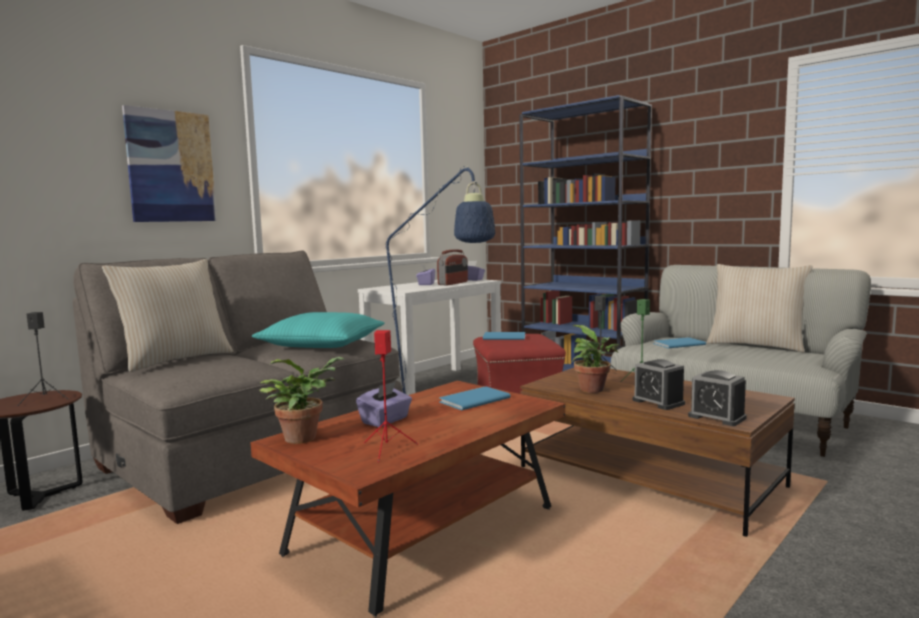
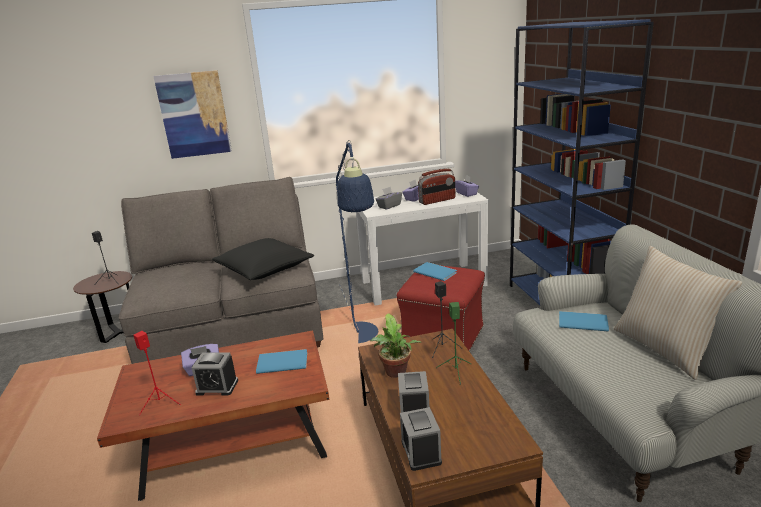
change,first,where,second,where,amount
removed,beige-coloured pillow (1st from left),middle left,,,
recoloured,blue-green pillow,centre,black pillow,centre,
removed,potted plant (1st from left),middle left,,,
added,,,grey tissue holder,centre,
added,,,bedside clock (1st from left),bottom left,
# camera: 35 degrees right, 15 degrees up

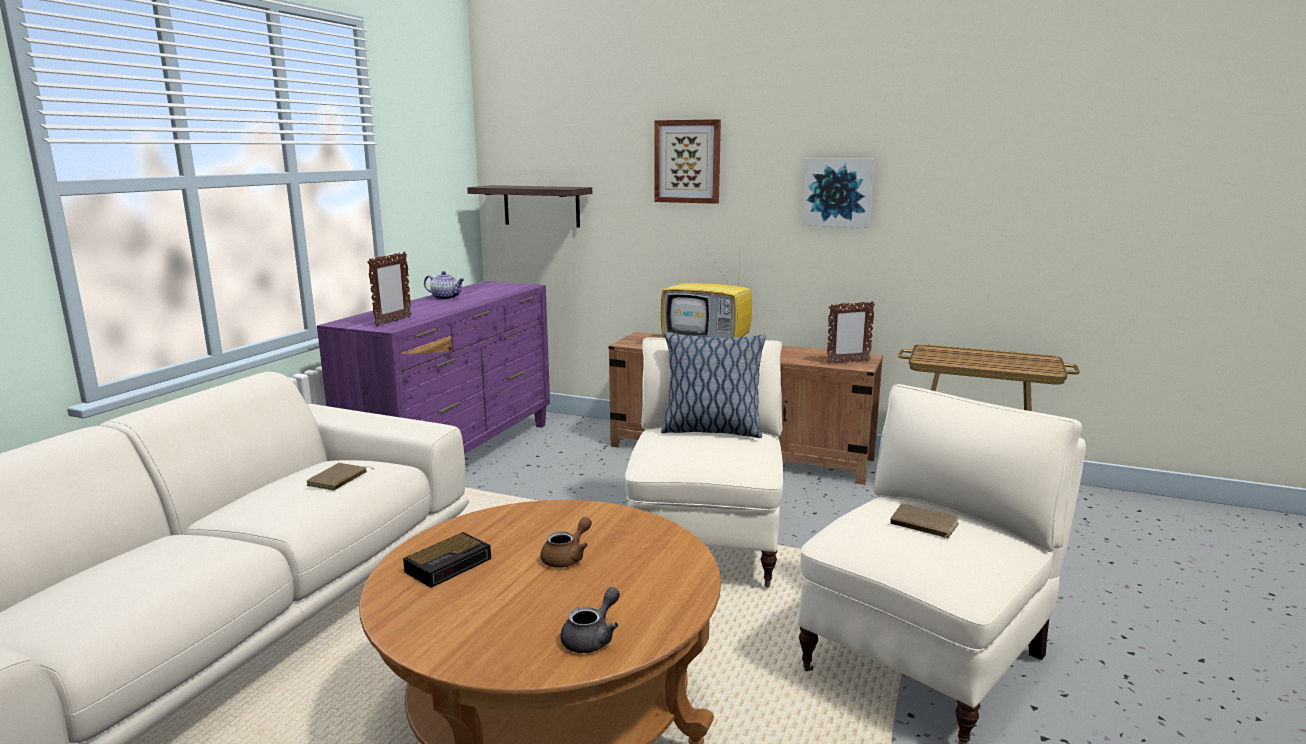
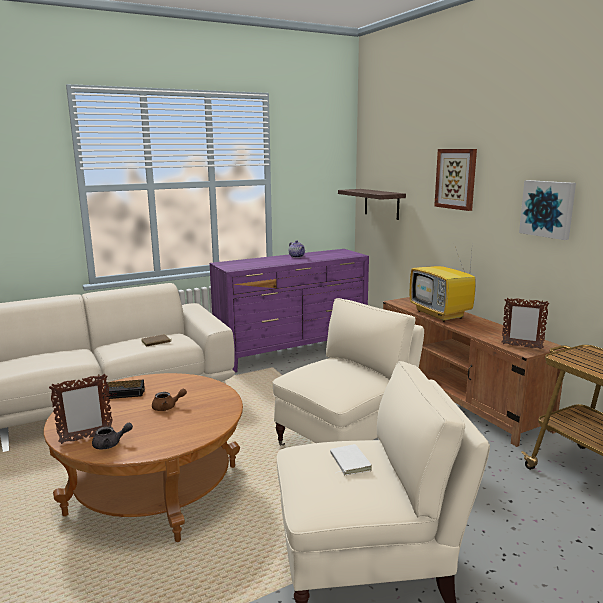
change,first,where,second,where,amount
moved,picture frame (1st from left),middle left,,bottom left,
removed,pillow,centre,,,
recoloured,brown book (2nd from left),bottom right,white-coloured book,bottom centre,
# camera: 40 degrees right, 0 degrees up

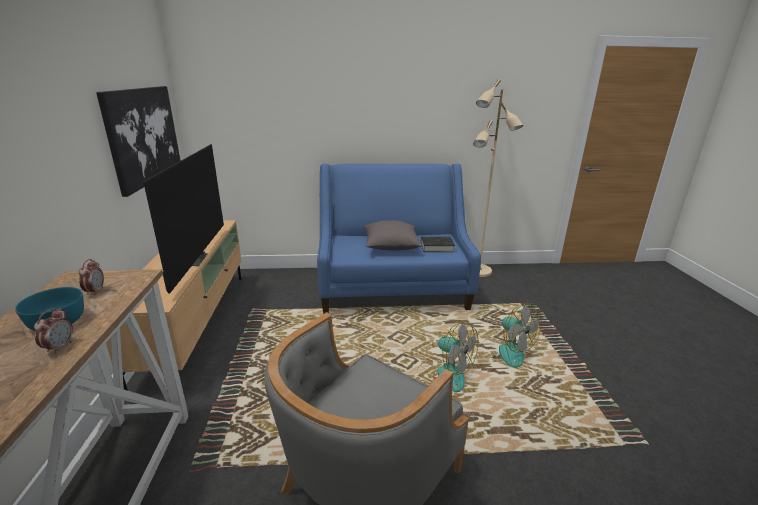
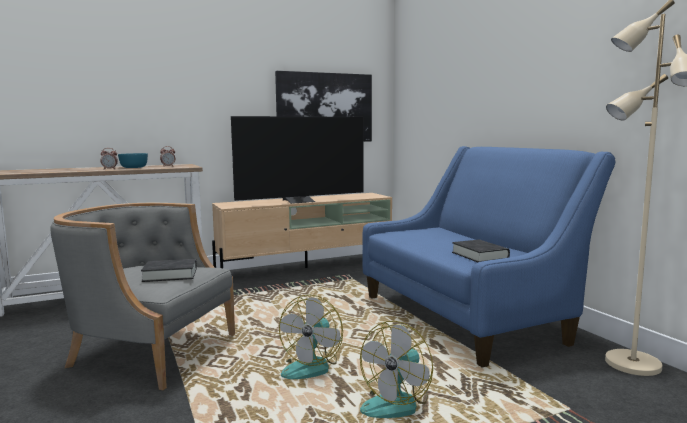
change,first,where,second,where,amount
removed,grey pillow,centre,,,
added,,,black book (1st from left),middle left,
# camera: 70 degrees right, 15 degrees down

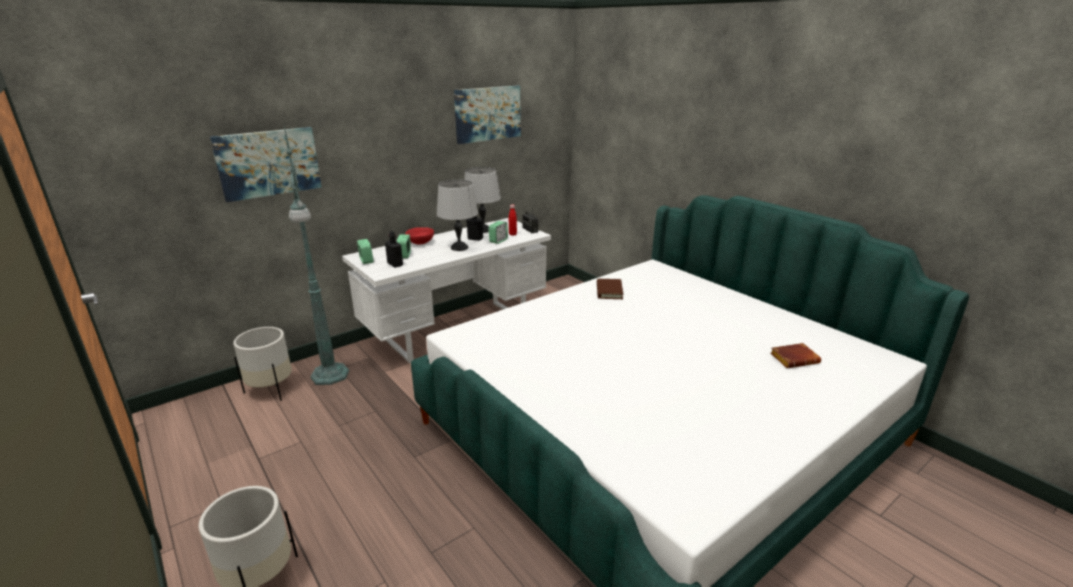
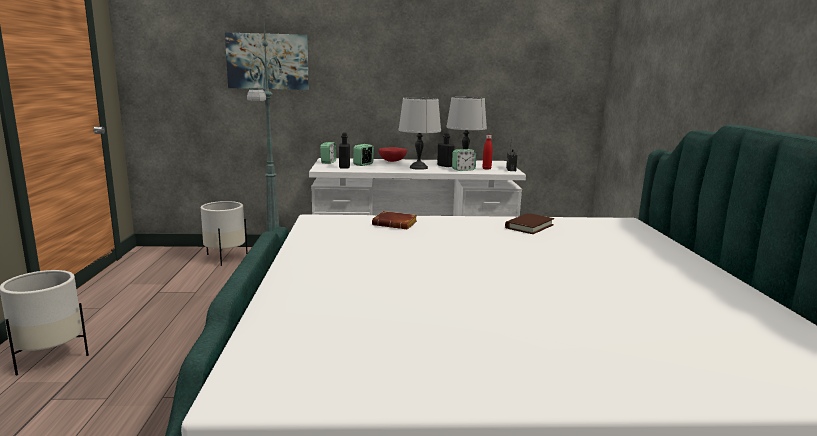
change,first,where,second,where,amount
removed,wall picture (2nd from left),top centre,,,
moved,brown book (2nd from left in the first image),middle right,brown book (1st from left),centre,
# camera: 35 degrees right, 10 degrees down

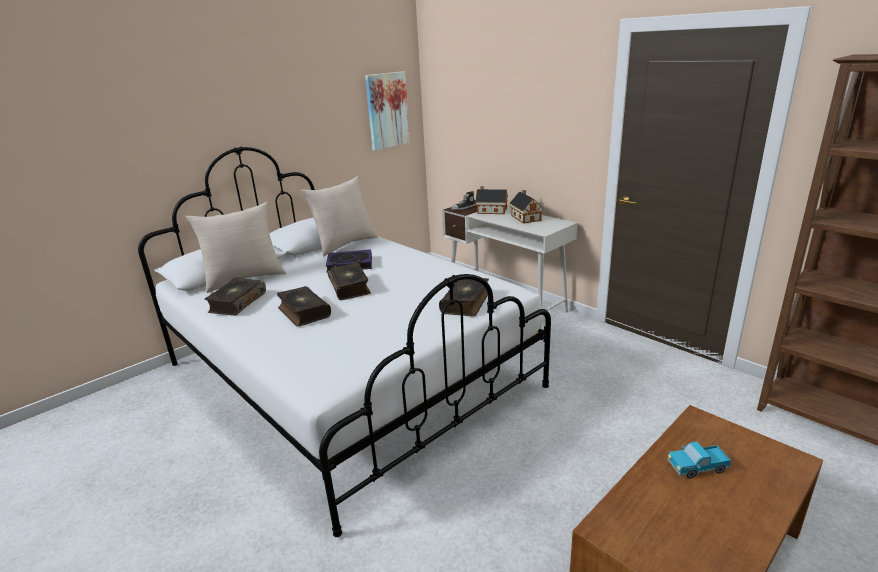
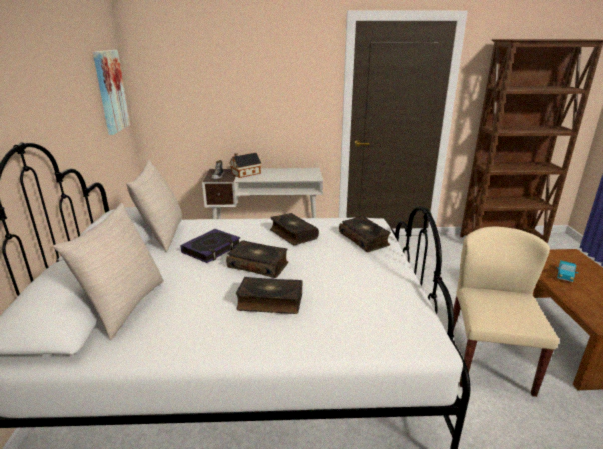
change,first,where,second,where,amount
removed,model house (2nd from left),centre,,,
moved,book (1st from left in the first image),middle left,book (4th from left),centre,
added,,,beige-coloured chair,bottom right,
# camera: 50 degrees left, 0 degrees up

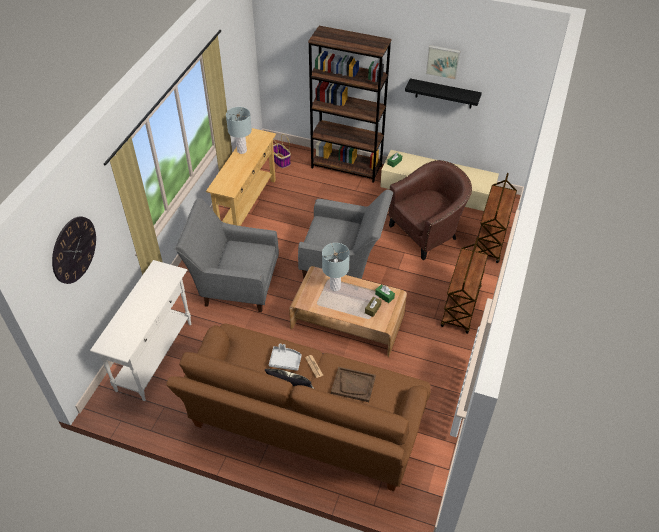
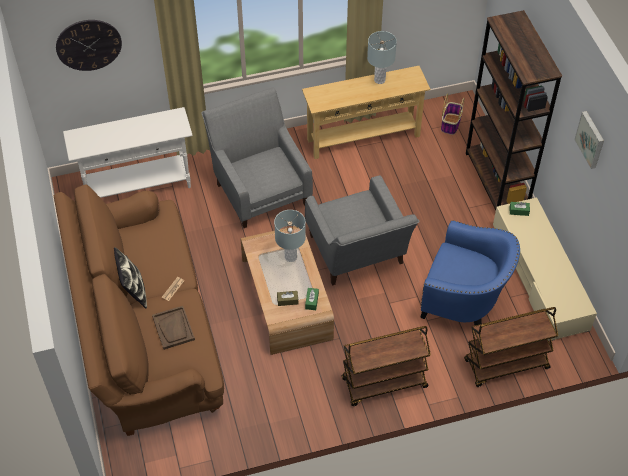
change,first,where,second,where,amount
removed,black wall shelf,top right,,,
recoloured,brown lounge chair,centre,blue-coloured lounge chair,middle right,
removed,grey tray,bottom centre,,,
# camera: 55 degrees right, 5 degrees up

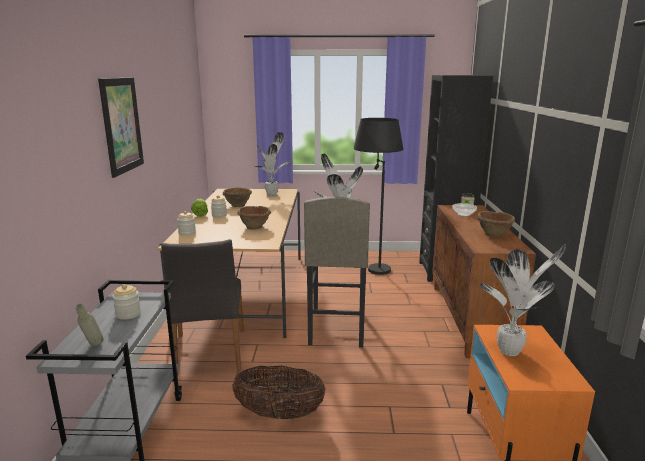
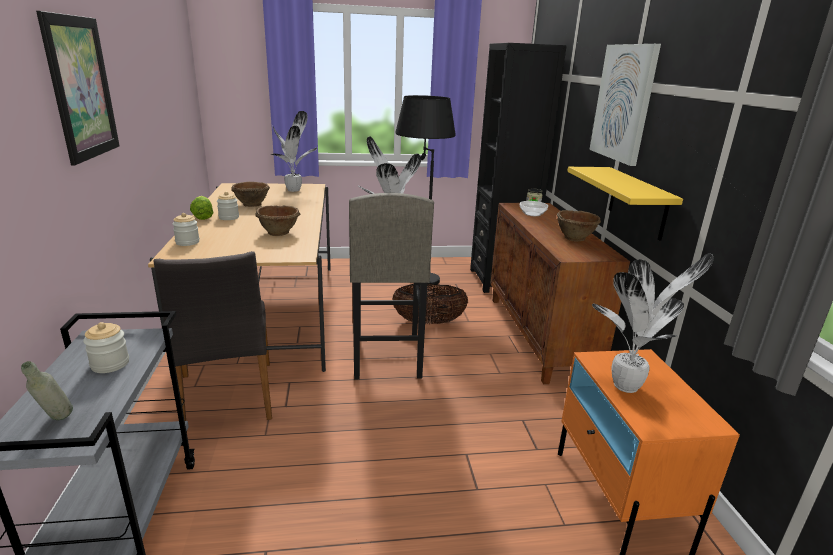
change,first,where,second,where,amount
moved,storage basket,bottom centre,,centre,
added,,,wall picture (2nd from left),top right,
added,,,yellow wall shelf,middle right,
# camera: 10 degrees left, 5 degrees up

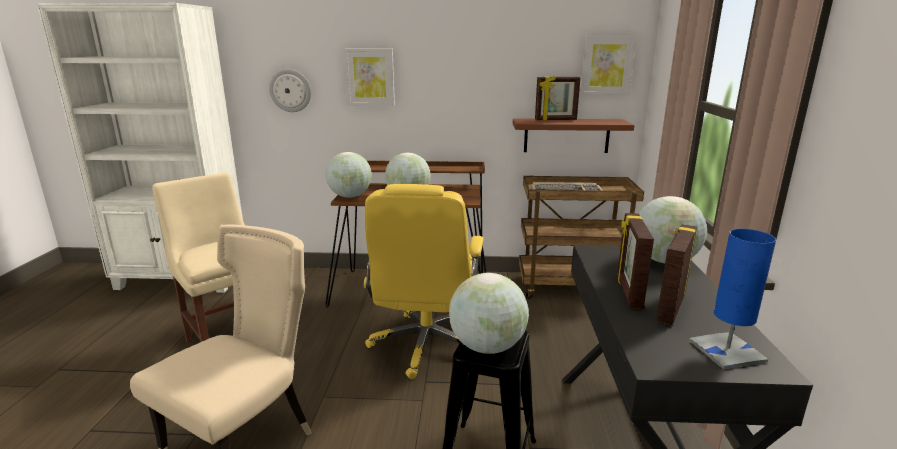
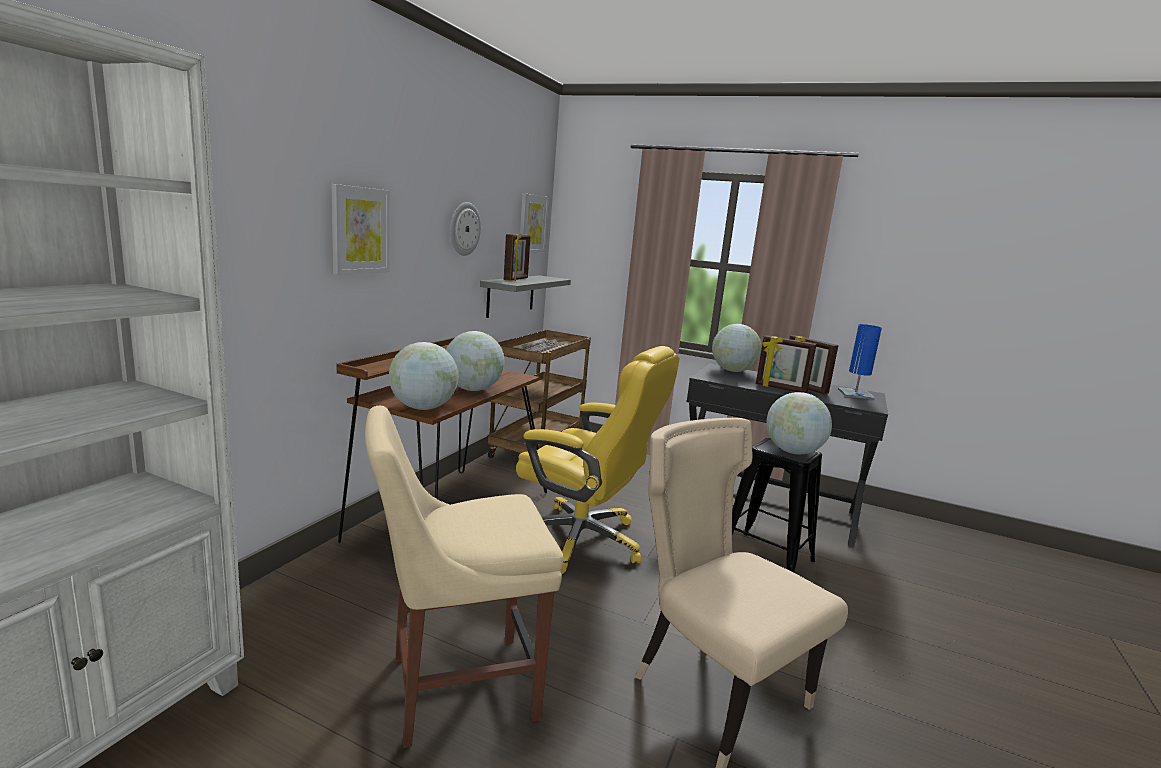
change,first,where,second,where,amount
moved,wall clock,top left,,top centre,
recoloured,brown wall shelf,top centre,grey wall shelf,centre,
# camera: 70 degrees left, 5 degrees down

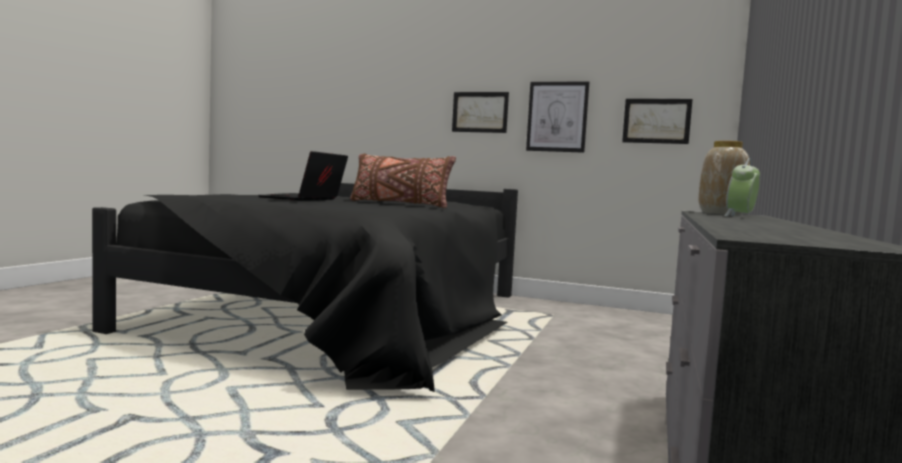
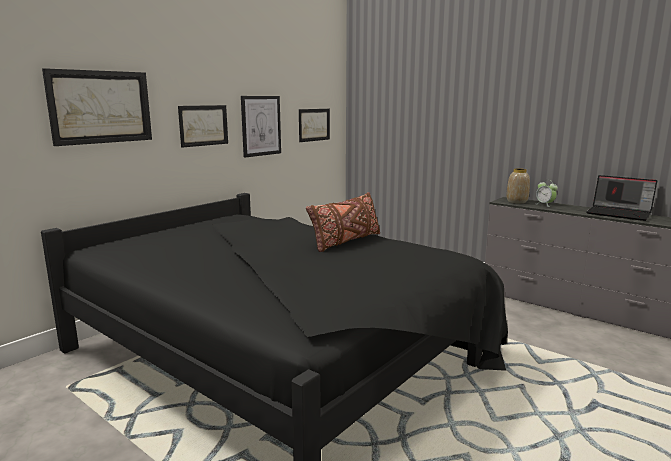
change,first,where,second,where,amount
moved,laptop,centre,,middle right,
added,,,wall picture (1st from left),top left,
# camera: 70 degrees left, 10 degrees up

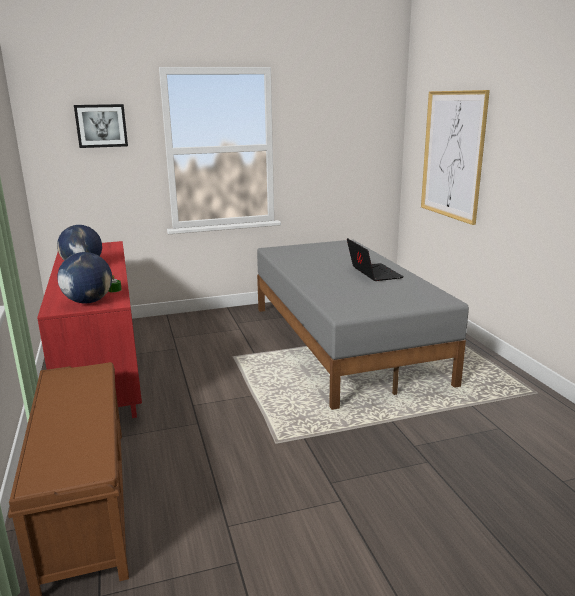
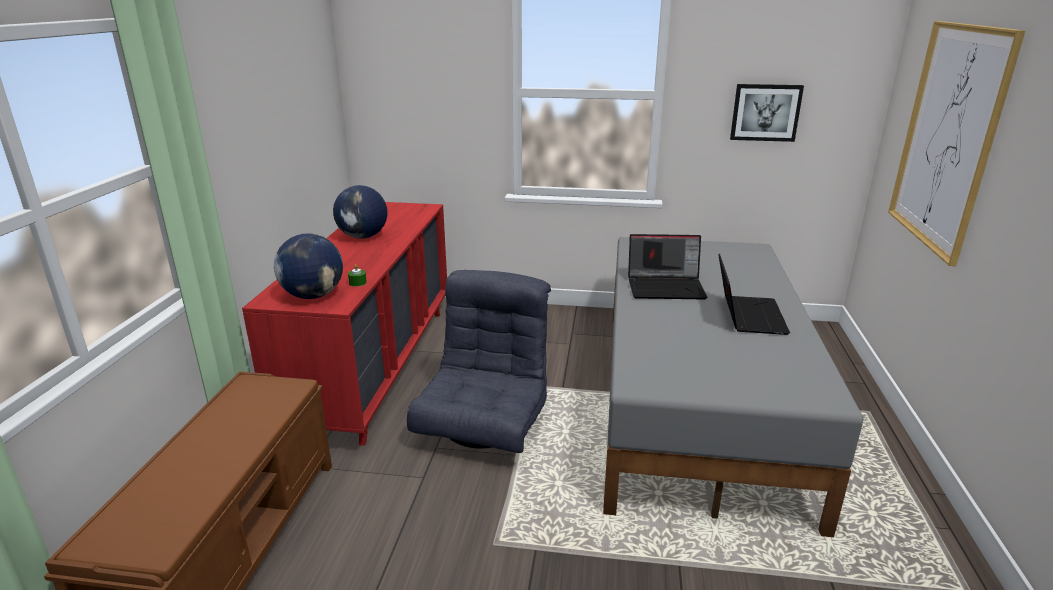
change,first,where,second,where,amount
moved,wall picture (1st from left),top left,,top right,
added,,,laptop (1st from left),centre,
added,,,grey lounge chair,centre,
# camera: 25 degrees right, 5 degrees up

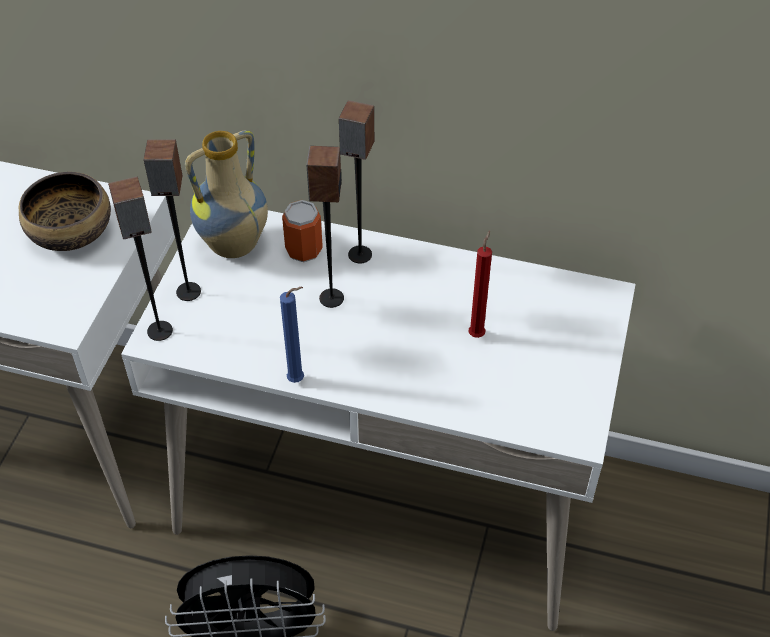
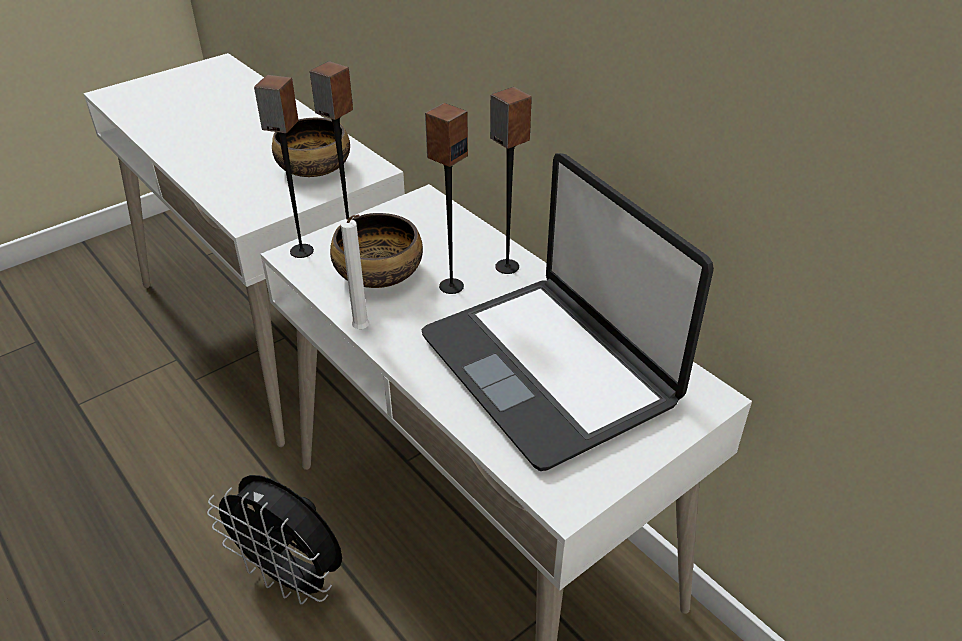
change,first,where,second,where,amount
removed,vase,top left,,,
removed,can,centre,,,
replaced,reddish wax light,centre,laptop,centre,
recoloured,blue-coloured wax light,centre,white-coloured wax light,centre,
added,,,bowl (2nd from left),centre,
# camera: 35 degrees right, 10 degrees down

